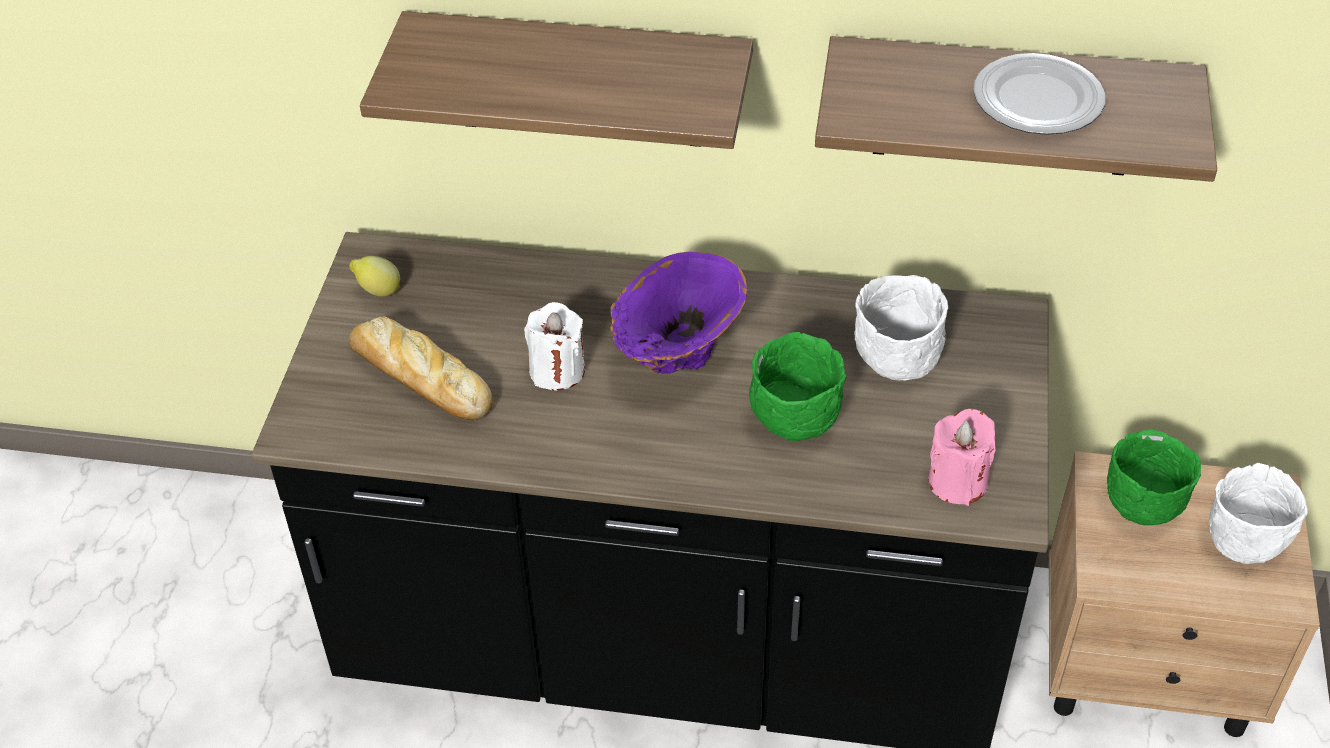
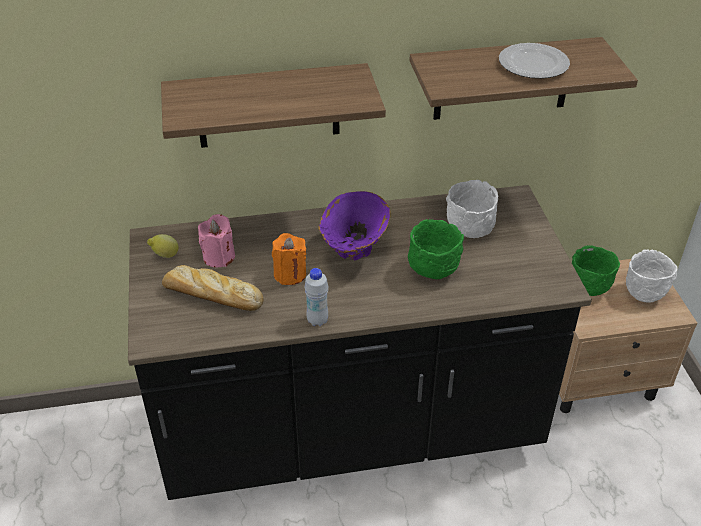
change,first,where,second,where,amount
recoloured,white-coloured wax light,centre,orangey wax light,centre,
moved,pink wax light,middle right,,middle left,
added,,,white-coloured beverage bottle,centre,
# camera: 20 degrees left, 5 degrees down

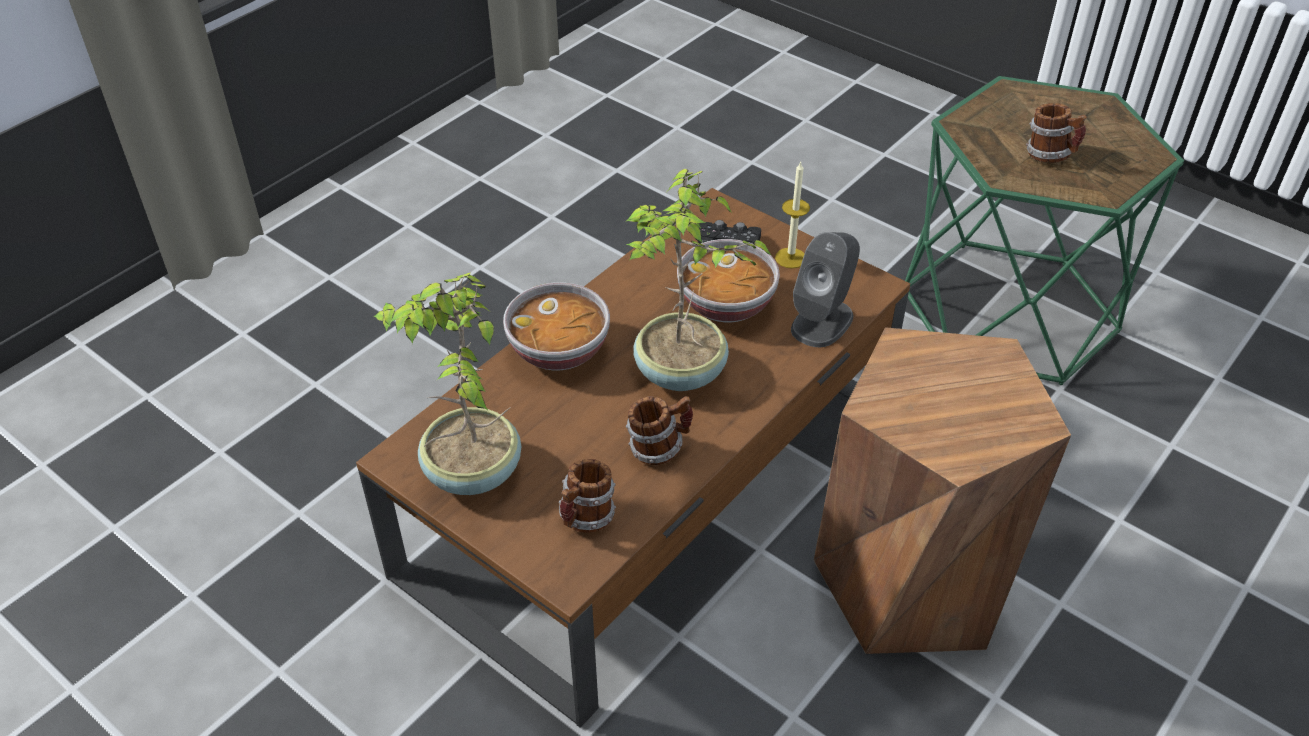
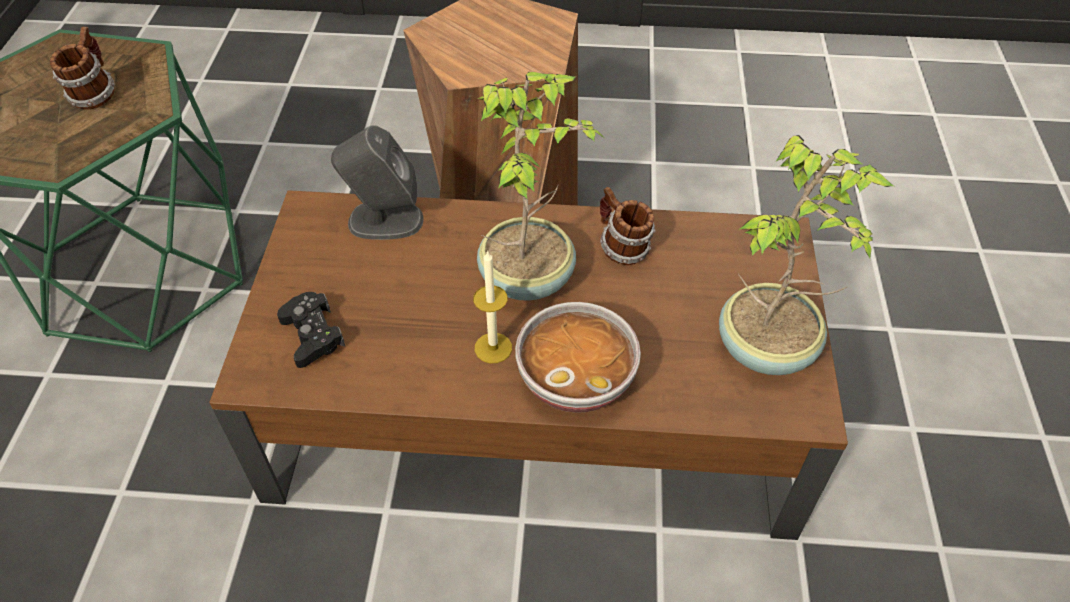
change,first,where,second,where,amount
moved,wax light,top centre,,centre,
removed,bowl (2nd from left),centre,,,
removed,mug (1st from left),bottom centre,,,
# camera: 125 degrees left, 5 degrees up

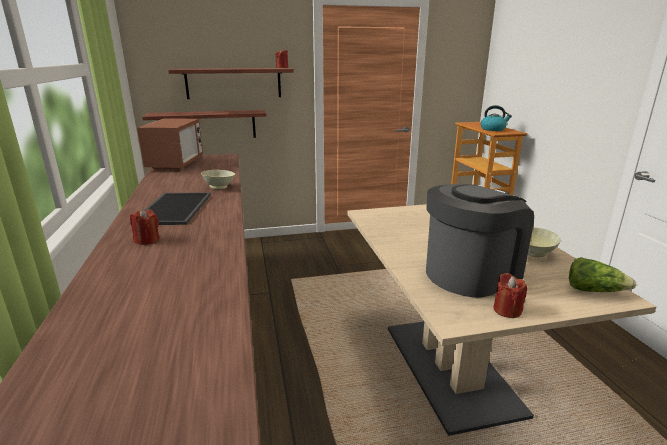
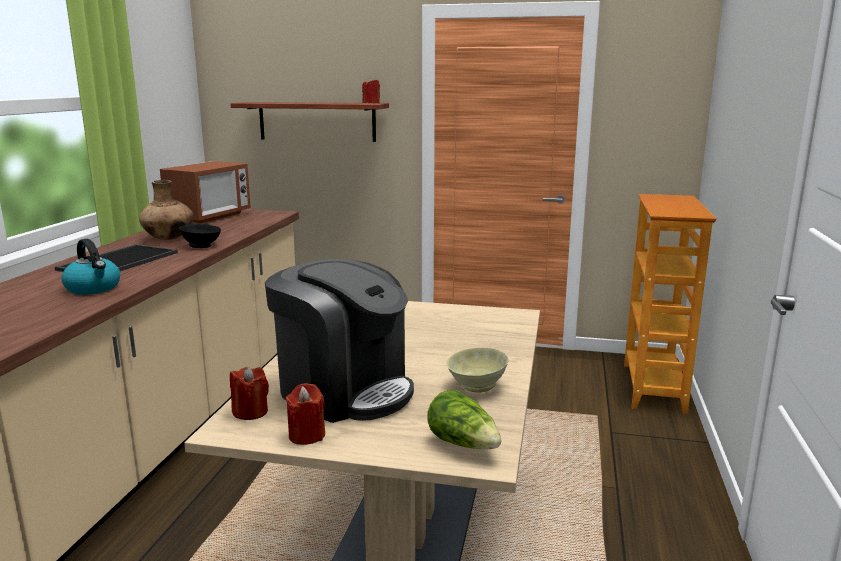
change,first,where,second,where,amount
moved,kettle,top right,,middle left,
removed,wall shelf (1st from left),top left,,,
recoloured,beige-coloured bowl (1st from left),middle left,black bowl,middle left,
turned,coffee maker,middle right,,centre,45 degrees clockwise
moved,reddish wax light (1st from left),middle left,,bottom left,
added,,,brown vase,middle left,
# camera: 25 degrees right, 5 degrees down

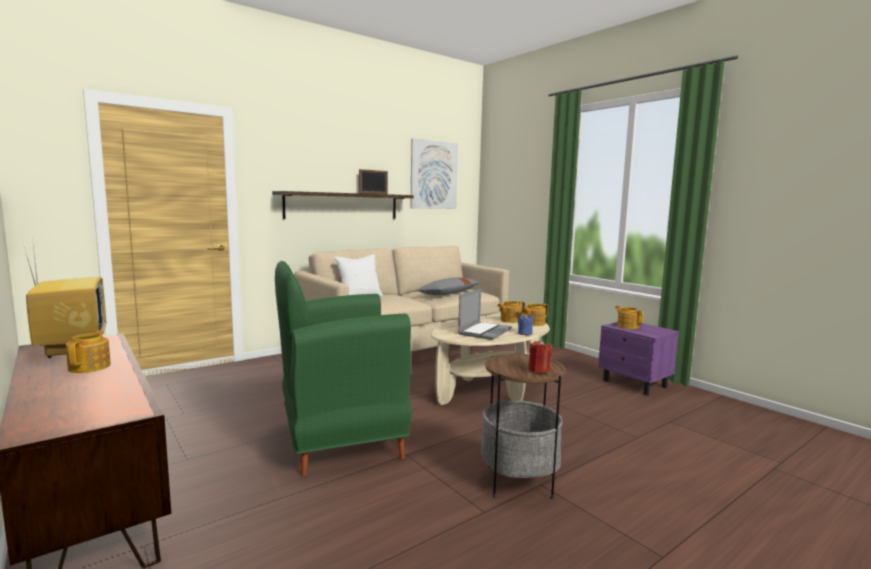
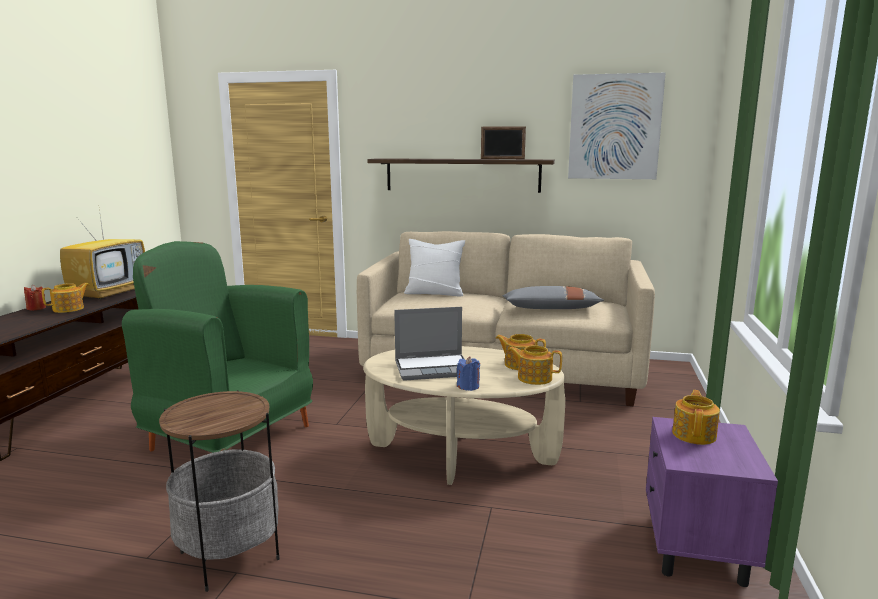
change,first,where,second,where,amount
moved,reddish wax light,centre,,middle left,
# camera: 50 degrees right, 5 degrees up

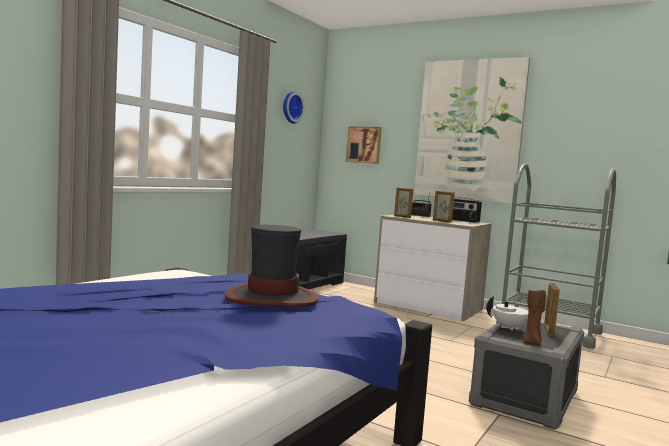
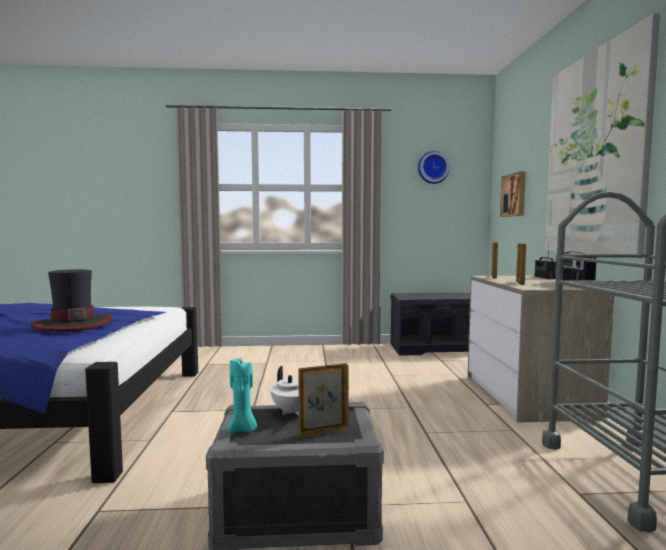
change,first,where,second,where,amount
recoloured,brown wax light,bottom right,blue-green wax light,bottom centre,
# camera: 55 degrees right, 0 degrees up

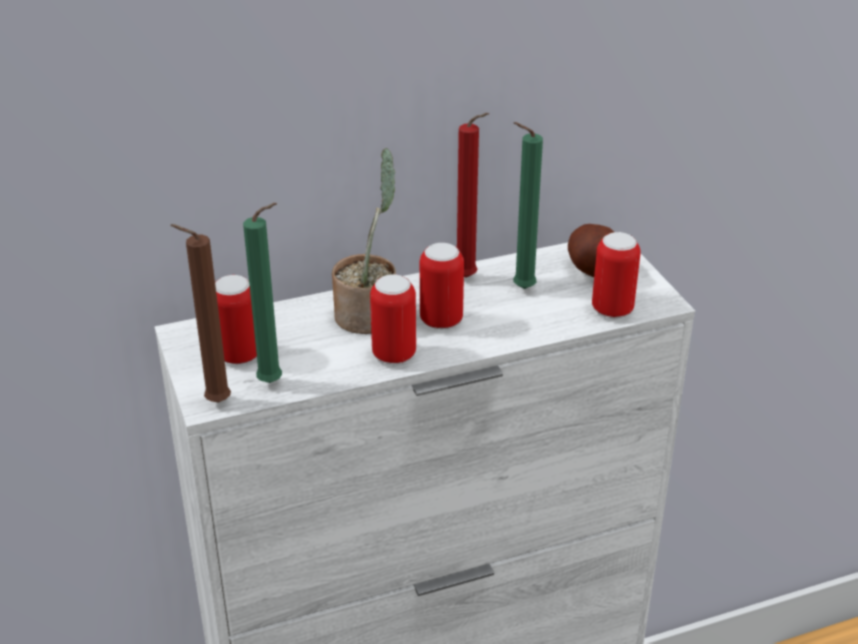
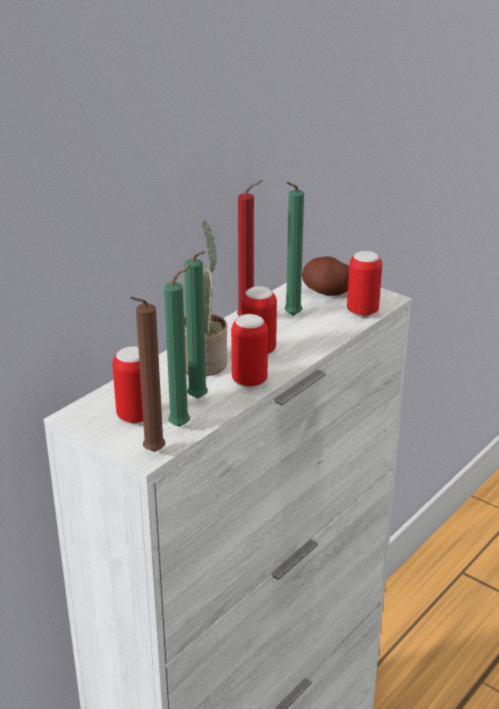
change,first,where,second,where,amount
added,,,greenish wax light (2nd from left),centre,
# camera: 30 degrees left, 5 degrees down

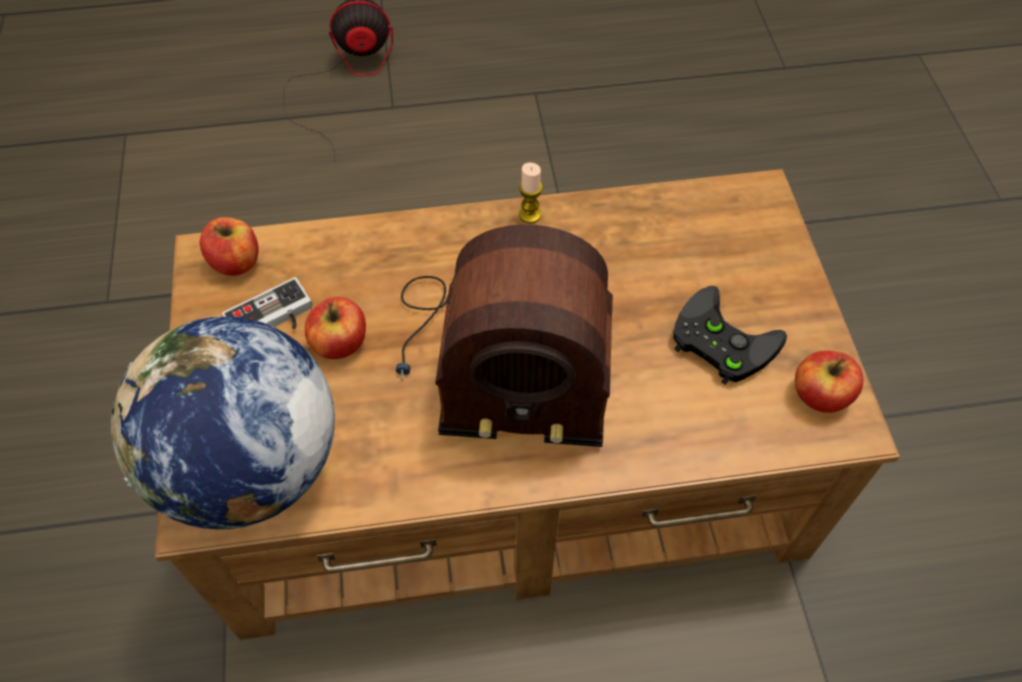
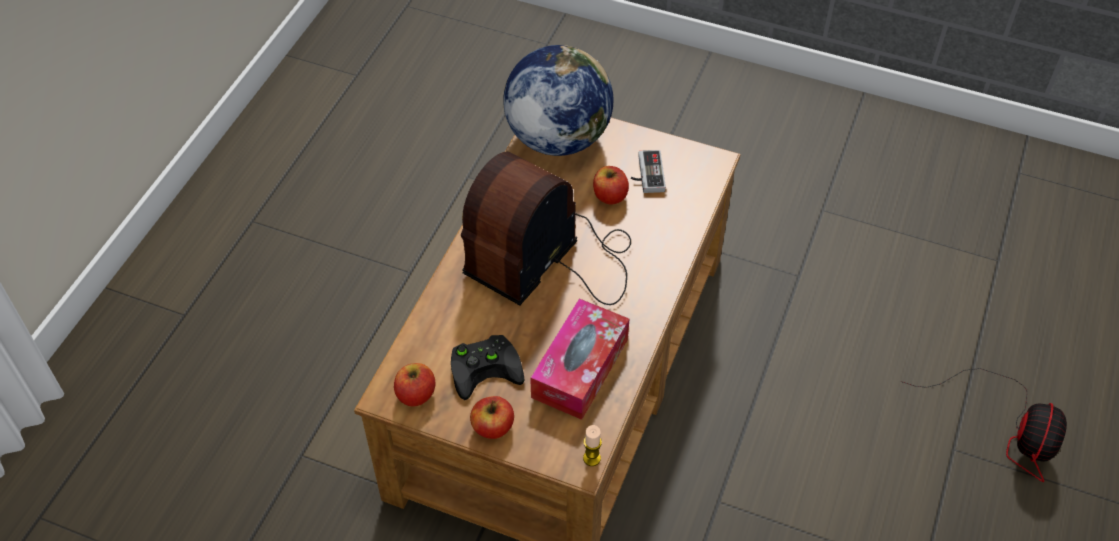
change,first,where,second,where,amount
moved,wax light,top centre,,bottom centre,
moved,apple fruit (1st from left in the first image),middle left,apple fruit (2nd from left),bottom centre,
added,,,tissue holder,centre,
# camera: 120 degrees right, 5 degrees down

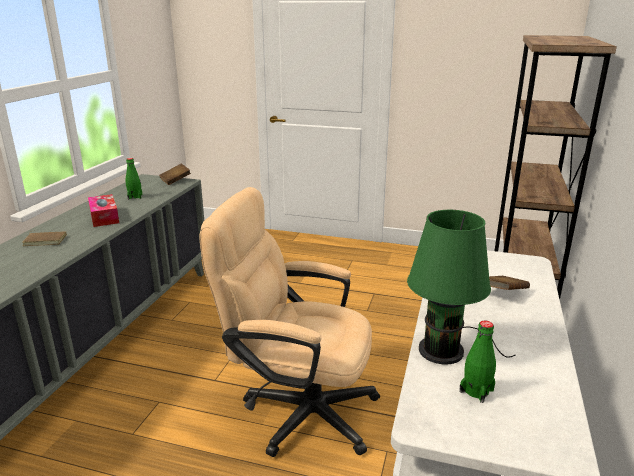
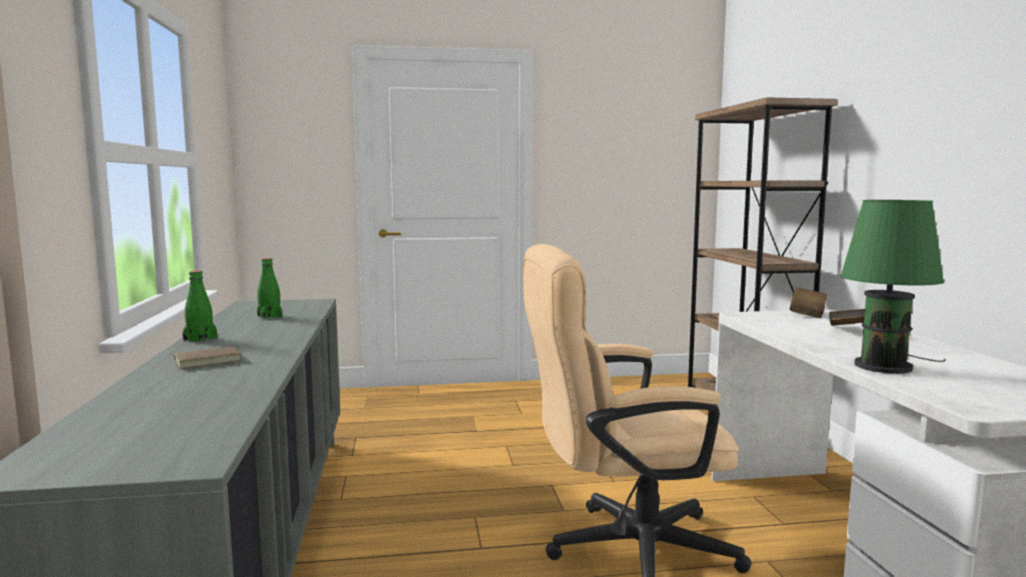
change,first,where,second,where,amount
moved,brown book (2nd from left),middle left,,middle right,
removed,tissue holder,middle left,,,
moved,greenish beverage bottle (2nd from left in the first image),bottom right,greenish beverage bottle (1st from left),middle left,
# camera: 25 degrees left, 15 degrees down

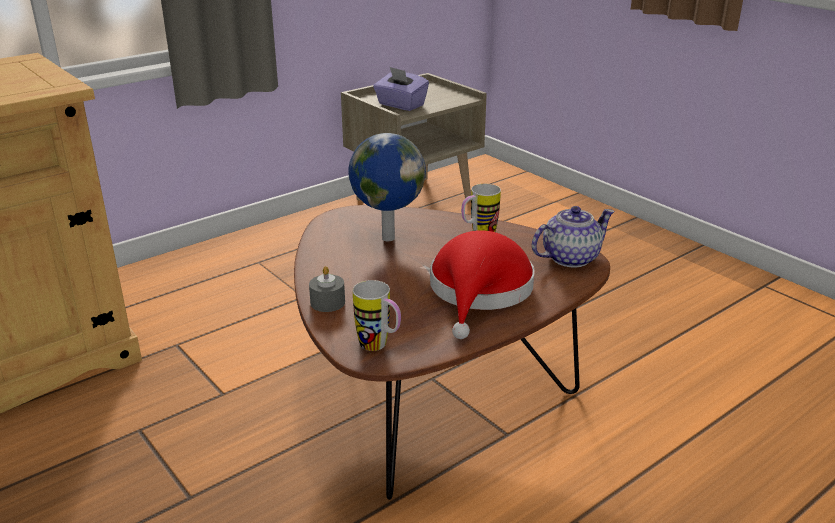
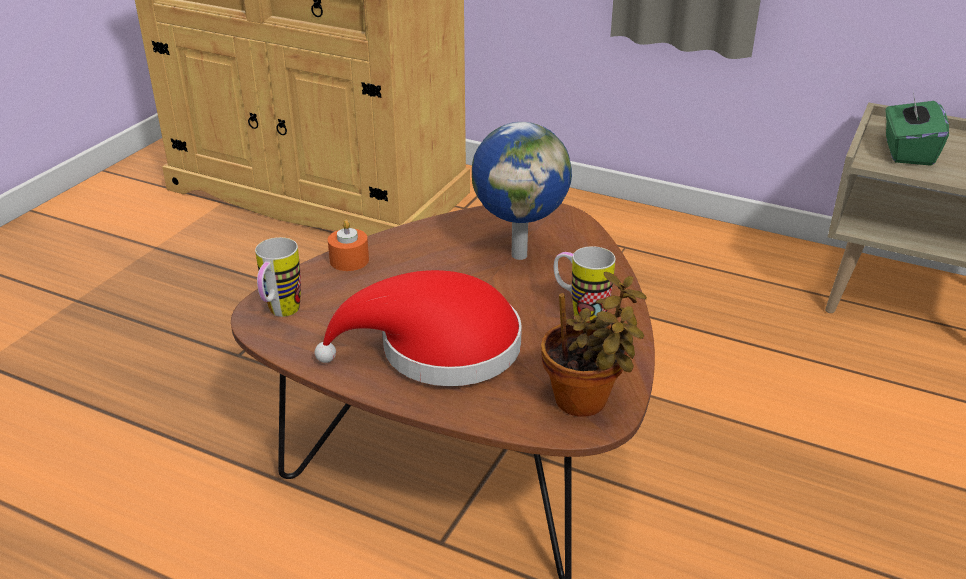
change,first,where,second,where,amount
recoloured,purple-coloured tissue holder,top centre,greenish tissue holder,top right,
replaced,pot for tea,middle right,potted plant,centre,
recoloured,grey wax light,centre,orangey wax light,centre,
# camera: 65 degrees right, 5 degrees up

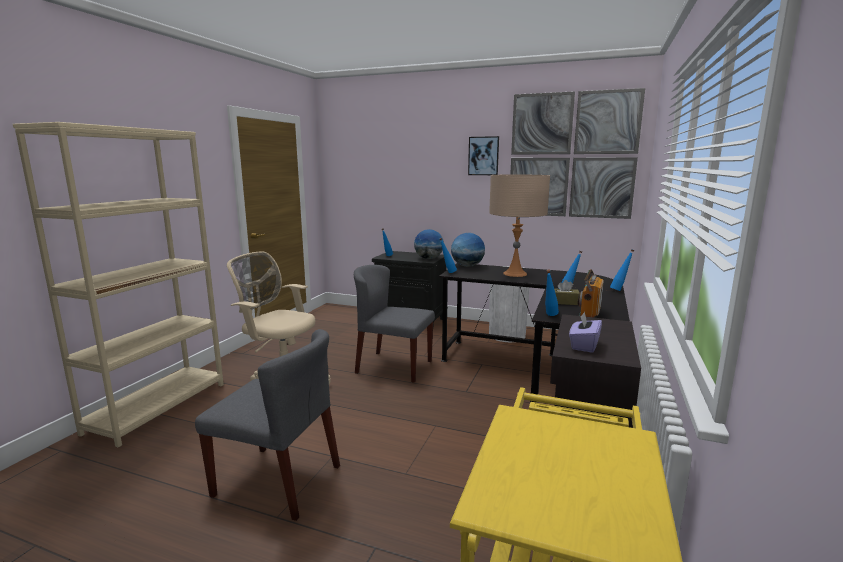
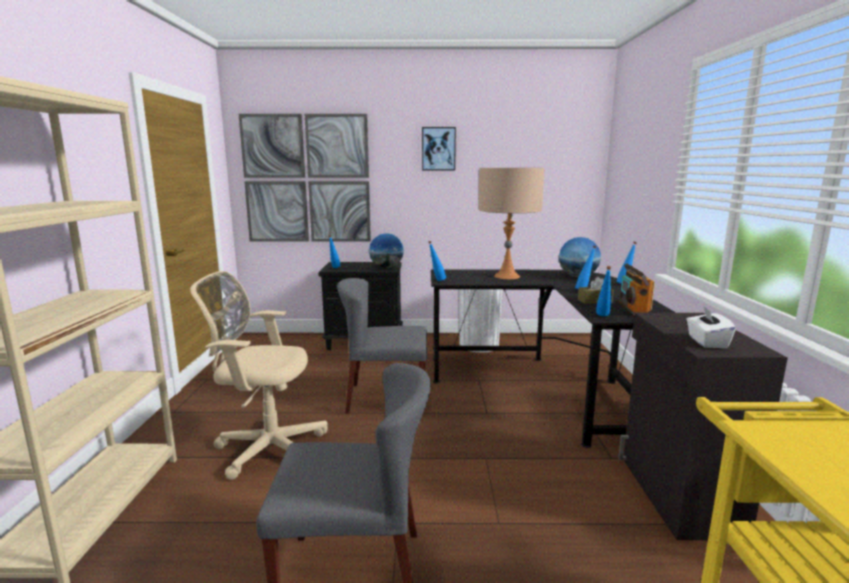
change,first,where,second,where,amount
moved,wall picture (2nd from left in the first image),top right,wall picture (1st from left),top centre,
moved,globe (2nd from left),centre,,middle right,
recoloured,purple-coloured tissue holder,middle right,white-coloured tissue holder,middle right,
# camera: 20 degrees left, 0 degrees up

